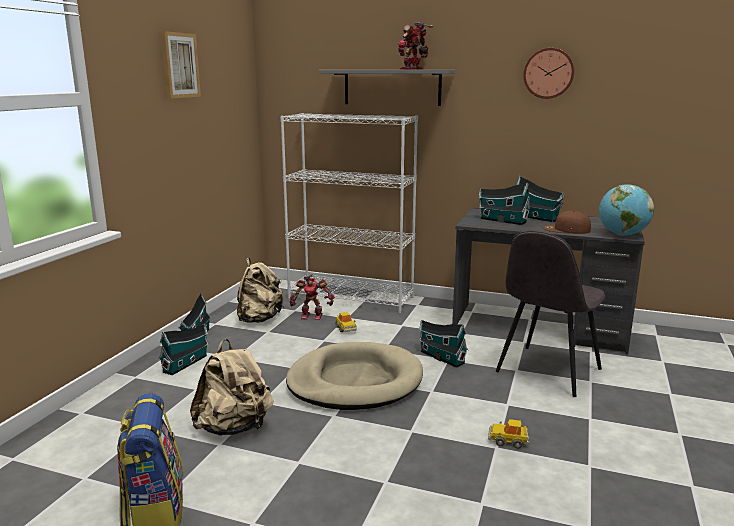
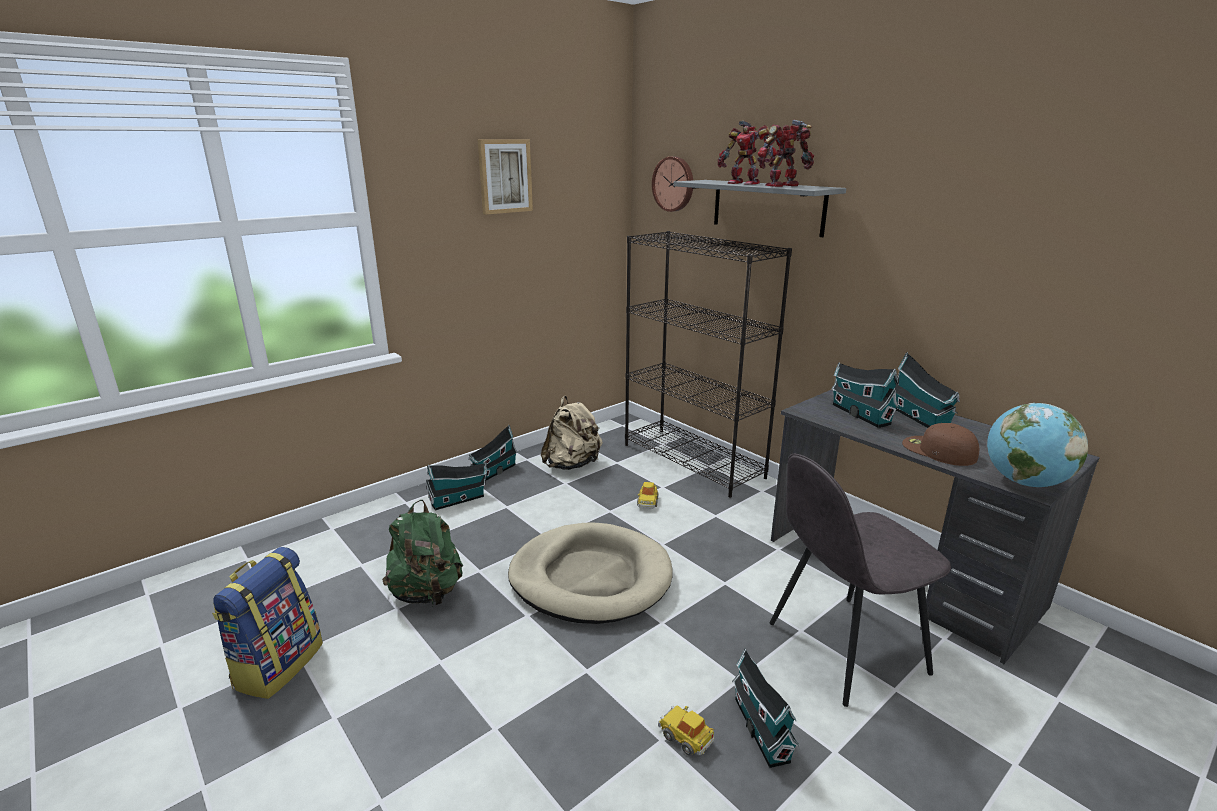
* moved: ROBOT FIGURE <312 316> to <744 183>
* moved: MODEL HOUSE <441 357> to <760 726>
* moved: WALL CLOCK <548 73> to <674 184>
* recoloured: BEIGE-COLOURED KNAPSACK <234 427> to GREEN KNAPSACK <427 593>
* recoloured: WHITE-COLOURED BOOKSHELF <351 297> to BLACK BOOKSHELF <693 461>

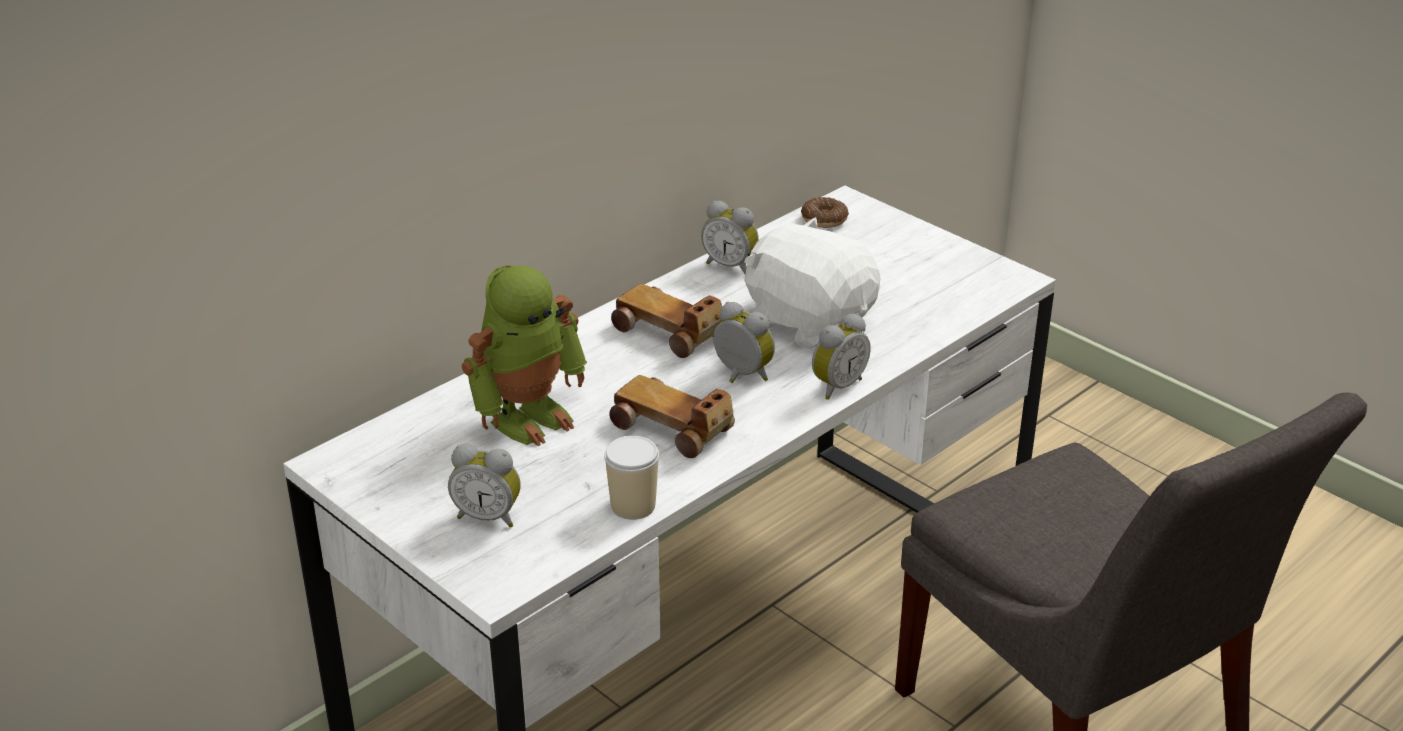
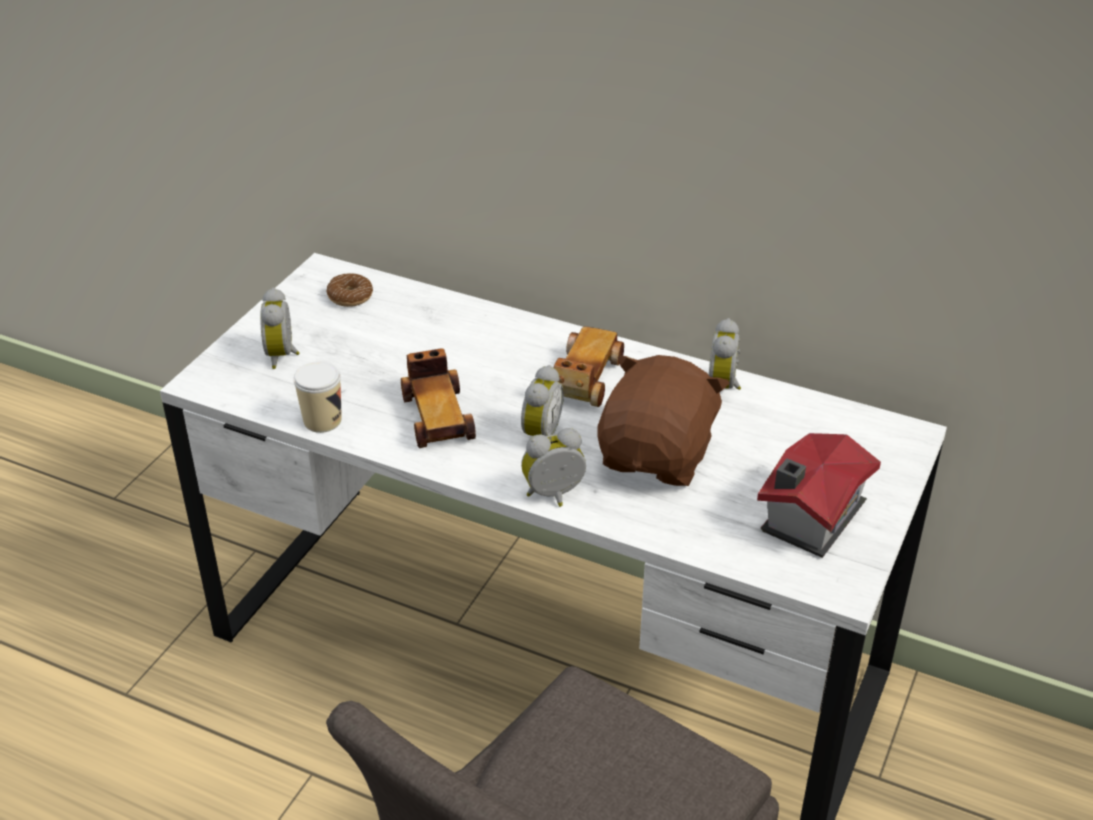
* removed: ROBOT FIGURE <528 416>
* added: MODEL HOUSE <809 517>
* moved: DONUT <824 219> to <350 296>
* recoloured: WHITE-COLOURED CUDDLY TOY <808 320> to BROWN CUDDLY TOY <658 456>
* turned: TOY CAR <673 429> = <437 416> 150 degrees clockwise
* turned: ALARM CLOCK <836 386> = <555 496> 135 degrees clockwise

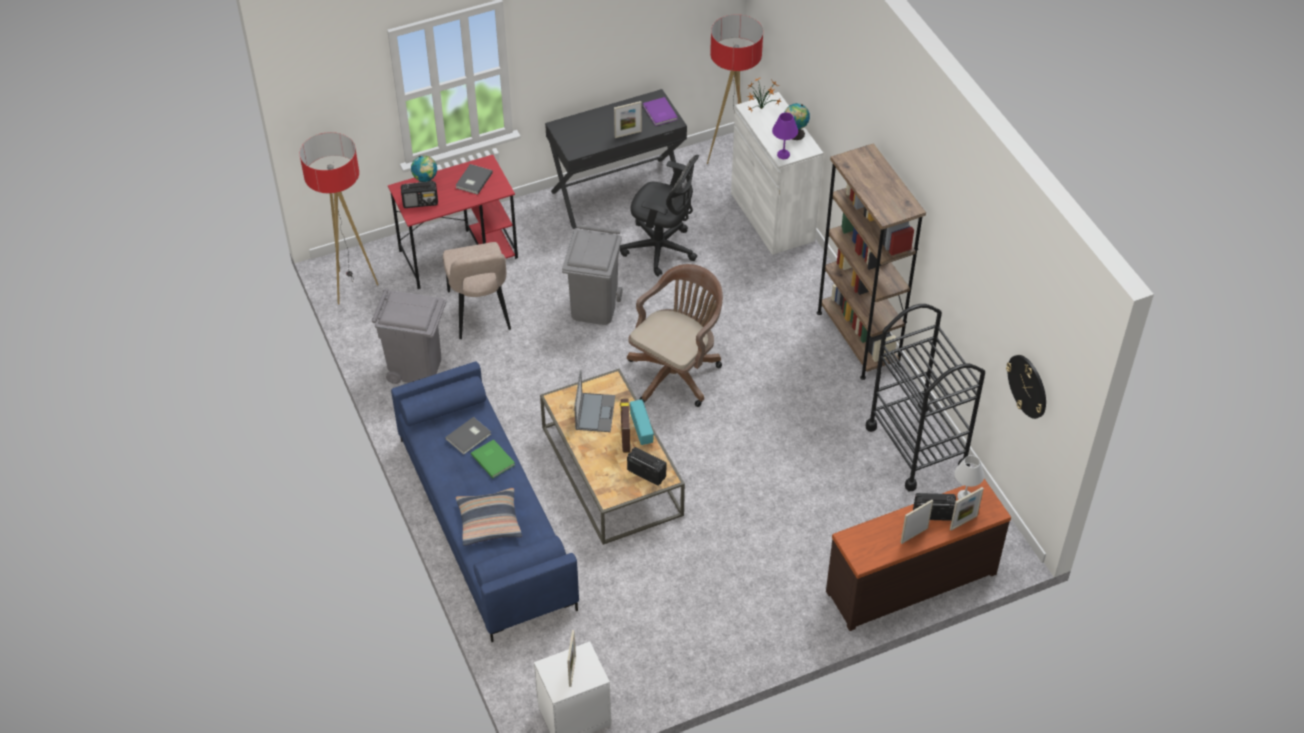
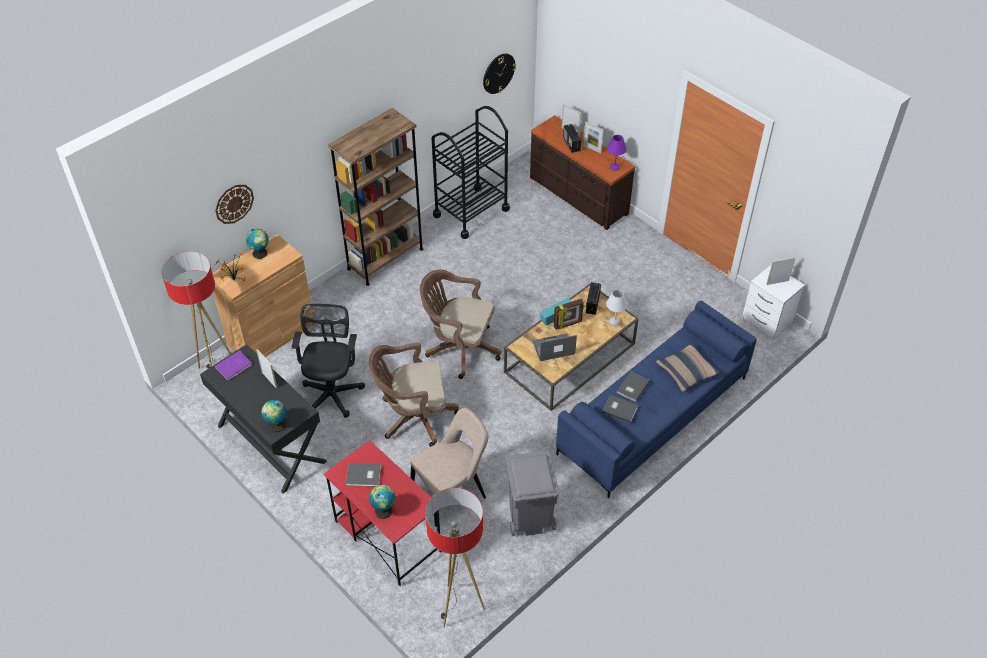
* removed: RADIO RECEIVER <421 202>
* added: WALL CLOCK <234 203>
* added: DESK GLOBE <277 425>
* moved: PURPLE-COLOURED TABLETOP LAMP <784 154> to <614 167>
* moved: WHITE-COLOURED TABLETOP LAMP <964 496> to <614 321>
* replaced: GREYISH WASTE BIN <594 307> to BROWN OFFICE CHAIR <413 417>
* recoloured: GREEN BOOK <493 459> to GREYISH BOOK <631 387>
* recoloured: WHITE-COLOURED CABINET <772 217> to BROWN CABINET <271 334>

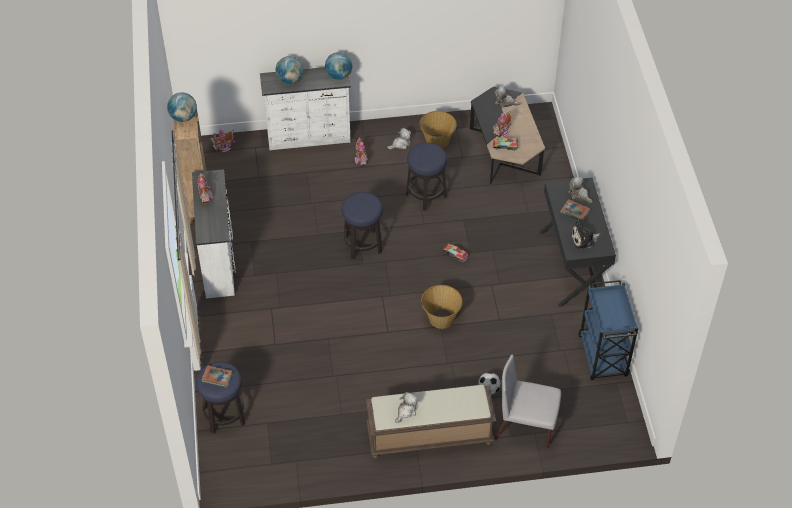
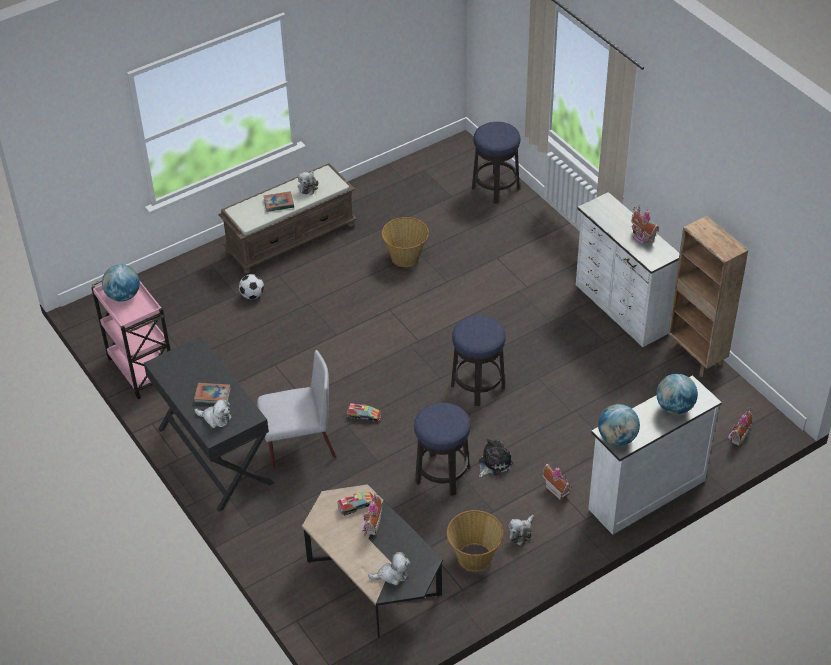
* moved: DESK GLOBE <183 117> to <123 296>
* moved: BOOK <217 377> to <279 203>
* moved: STORAGE BASKET <441 318> to <405 257>
* moved: GREYISH CHAIR <526 426> to <298 446>
* moved: CUDDLY TOY <584 239> to <493 463>
* recoloured: BLUE TROLLEY <603 357> to PINKISH TROLLEY <141 368>

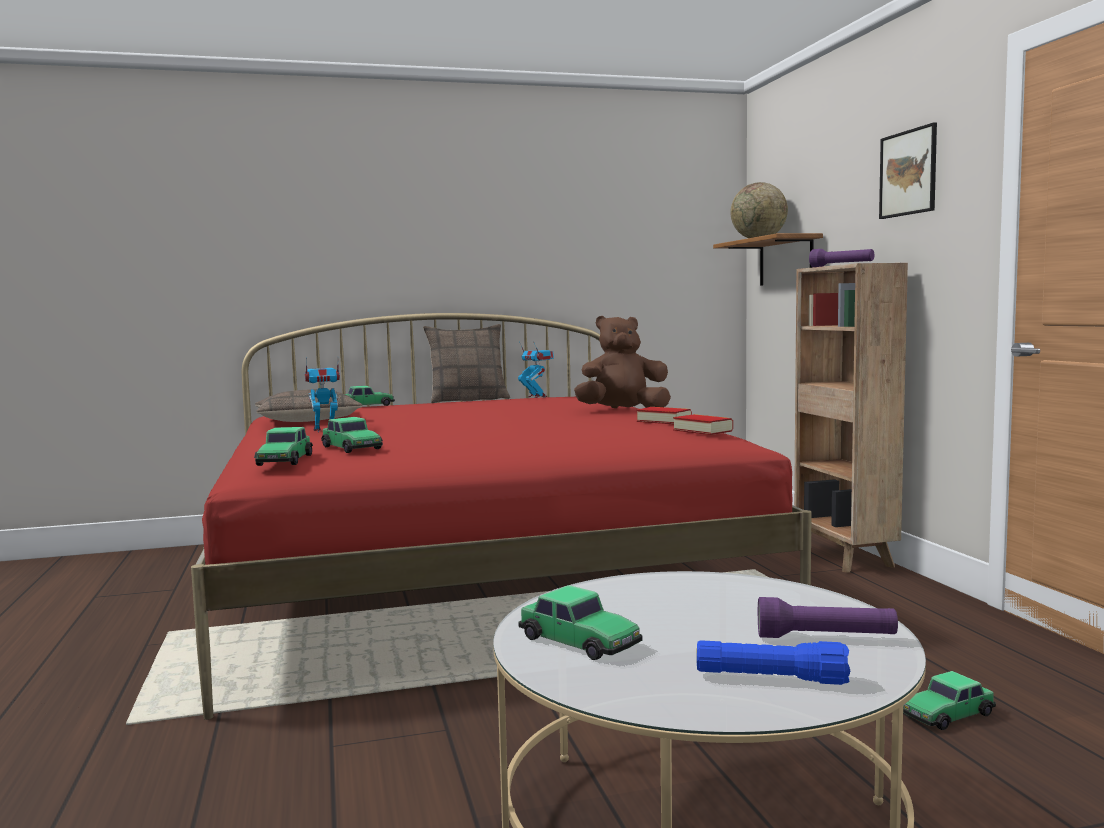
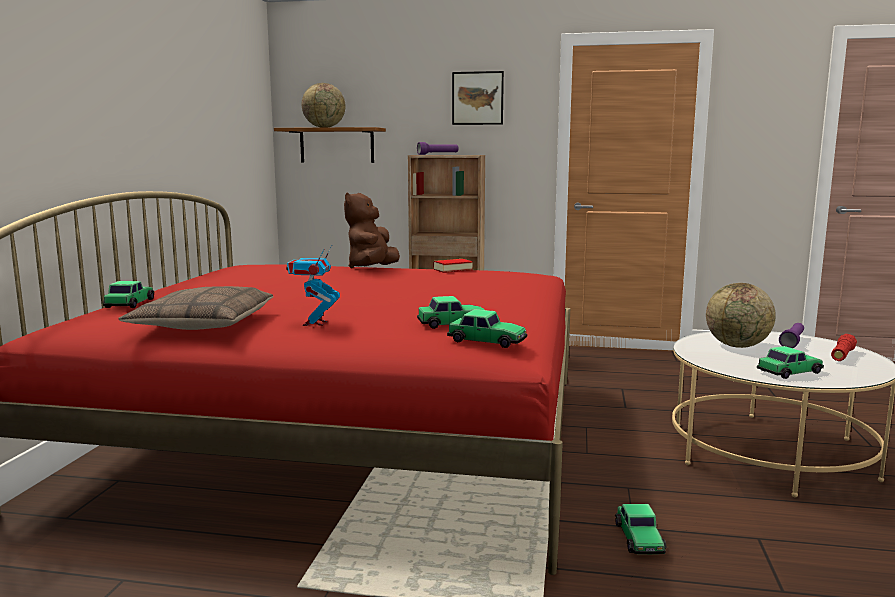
* removed: THROW PILLOW <468 400>
* removed: ROBOT FIGURE <537 397>
* removed: BOOK <702 430>
* added: DESK GLOBE <737 346>
* moved: TOY CAR <947 714> to <639 538>
* recoloured: BLUE FLASHLIGHT <771 679> to RED-COLOURED FLASHLIGHT <842 356>

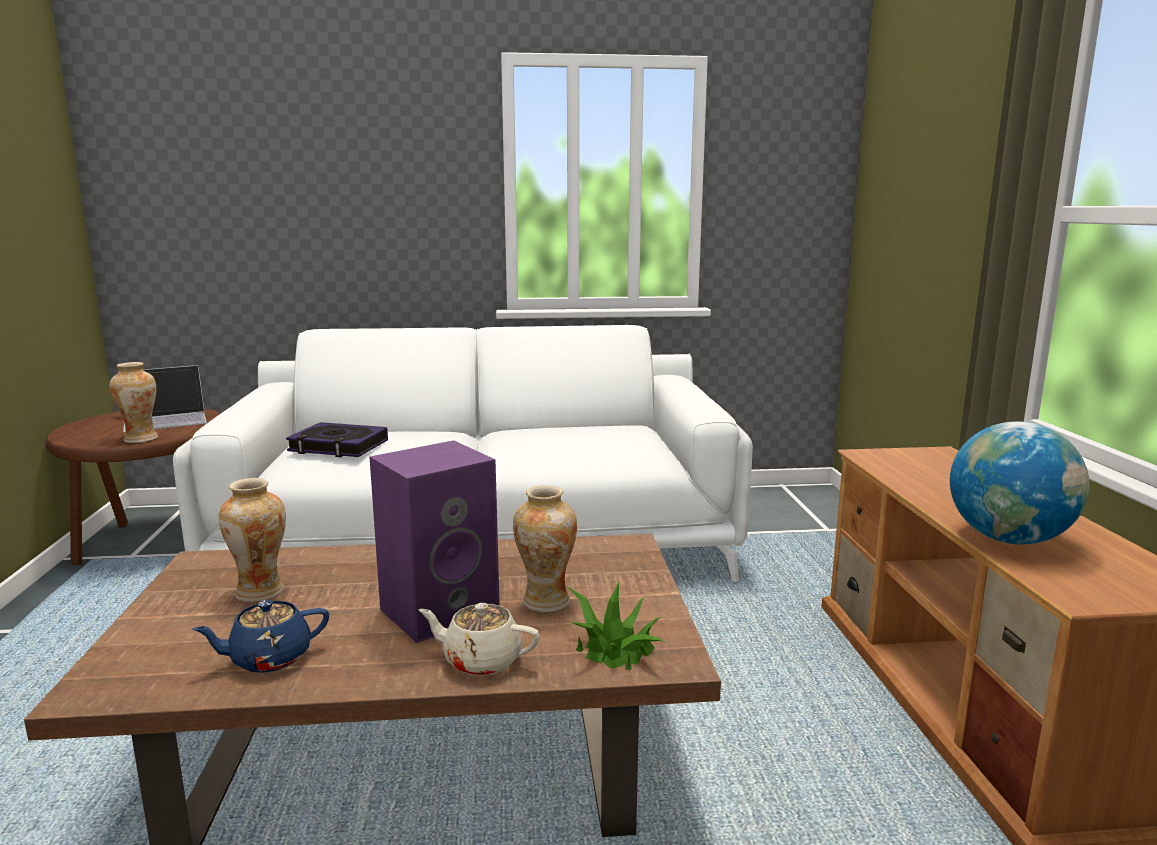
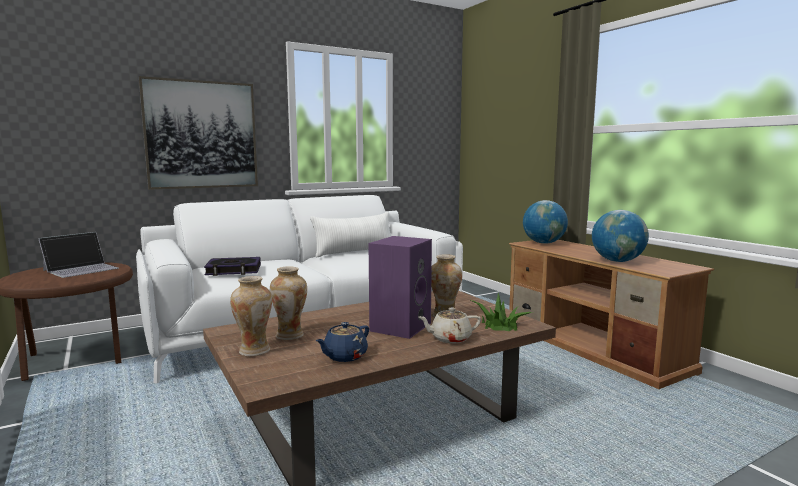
* added: WALL ART <201 135>
* added: WHITE-COLOURED THROW PILLOW <354 252>
* added: DESK GLOBE <544 243>
* moved: FLOWER VASE <140 439> to <254 351>

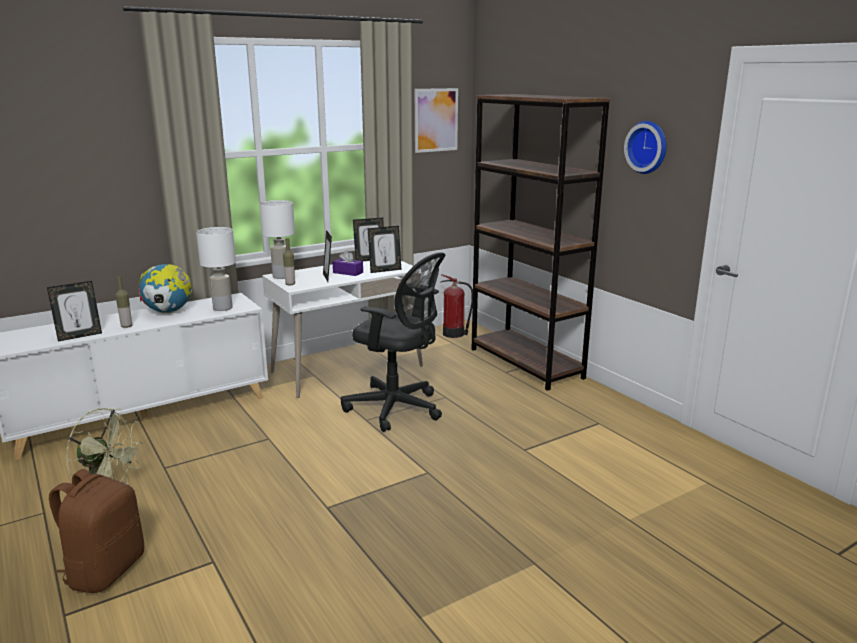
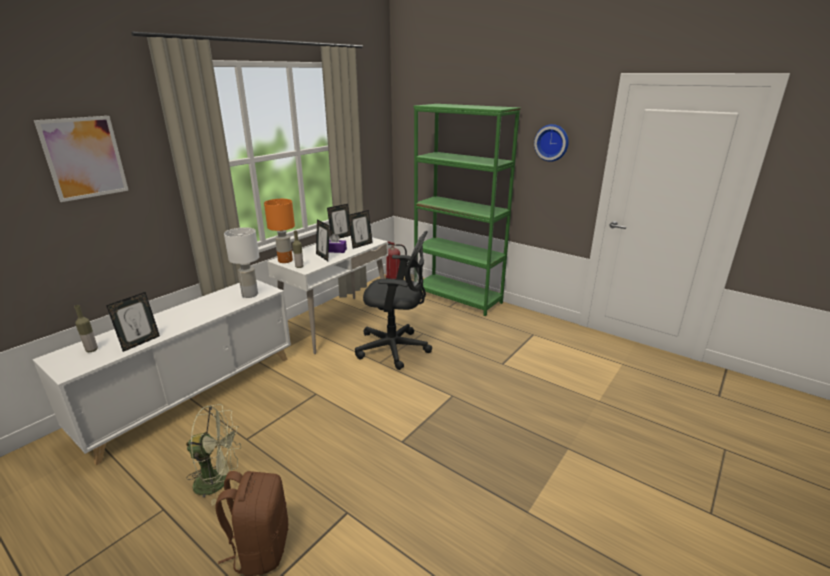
* removed: DESK GLOBE <168 312>
* moved: BEVERAGE BOTTLE <126 326> to <92 350>
* moved: WALL ART <436 120> to <84 158>
* recoloured: WHITE-COLOURED TABLETOP LAMP <281 277> to ORANGE TABLETOP LAMP <285 261>
* recoloured: BROWN BOOKSHELF <526 363> to GREEN BOOKSHELF <457 297>

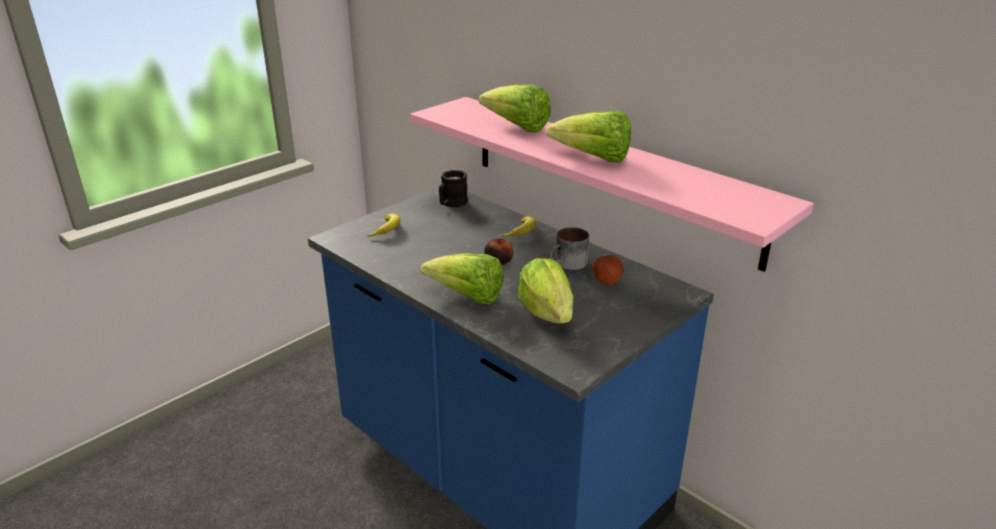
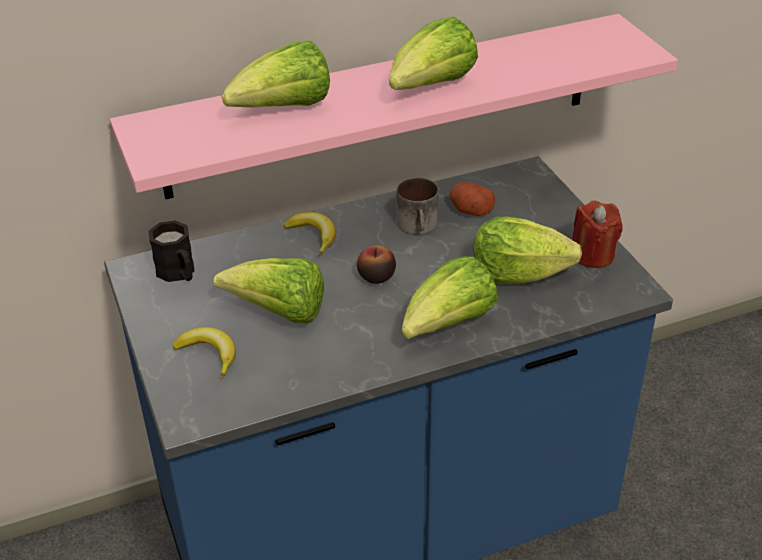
* added: HEAD OF LETTUCE <279 313>
* added: RED-COLOURED CANDLE <592 255>

